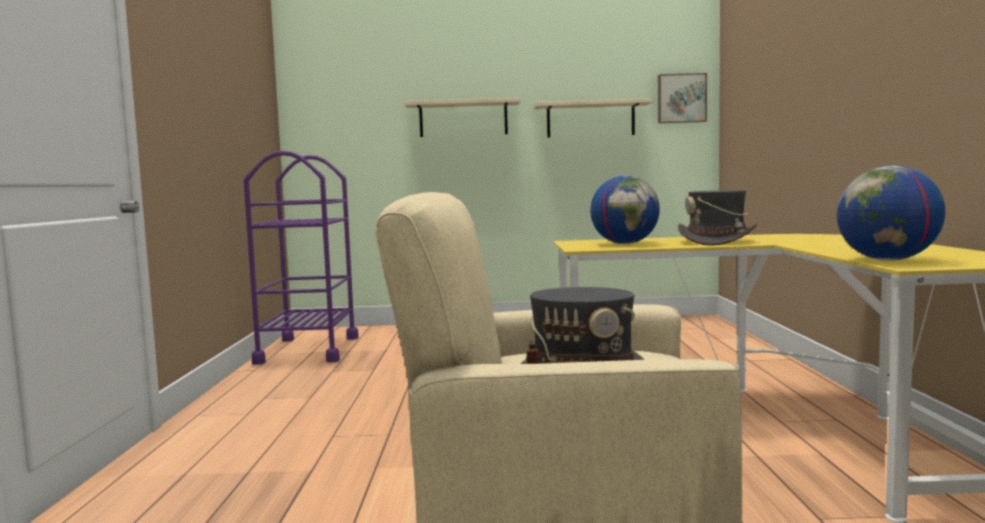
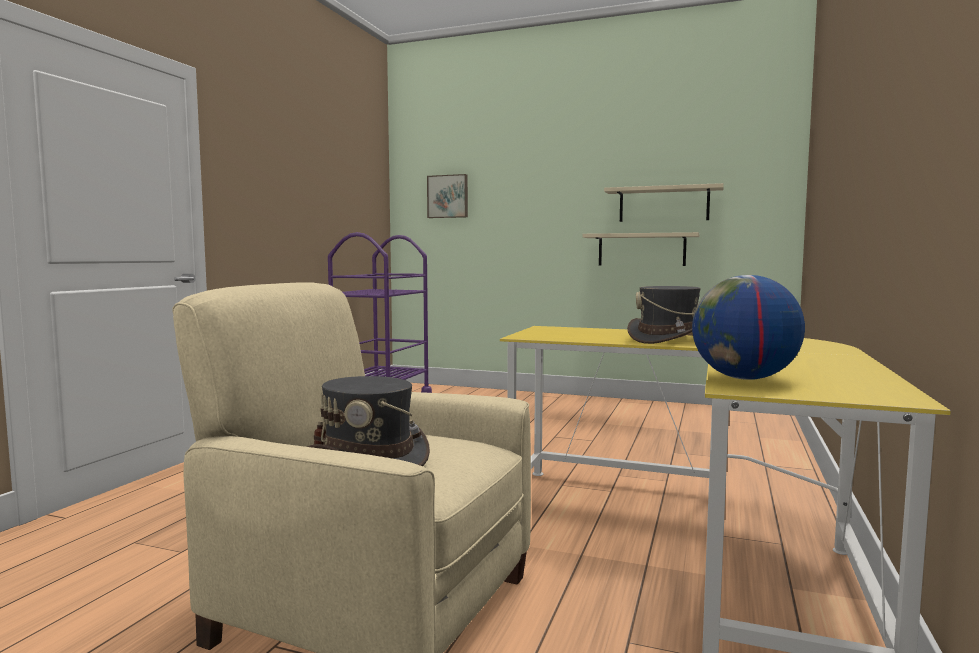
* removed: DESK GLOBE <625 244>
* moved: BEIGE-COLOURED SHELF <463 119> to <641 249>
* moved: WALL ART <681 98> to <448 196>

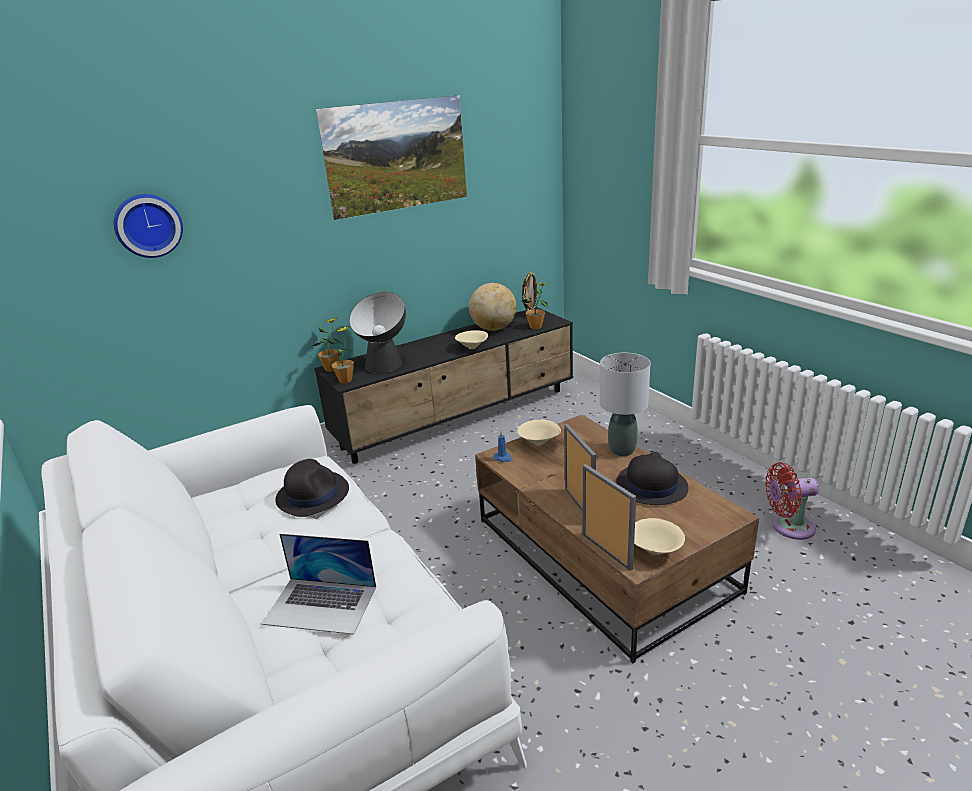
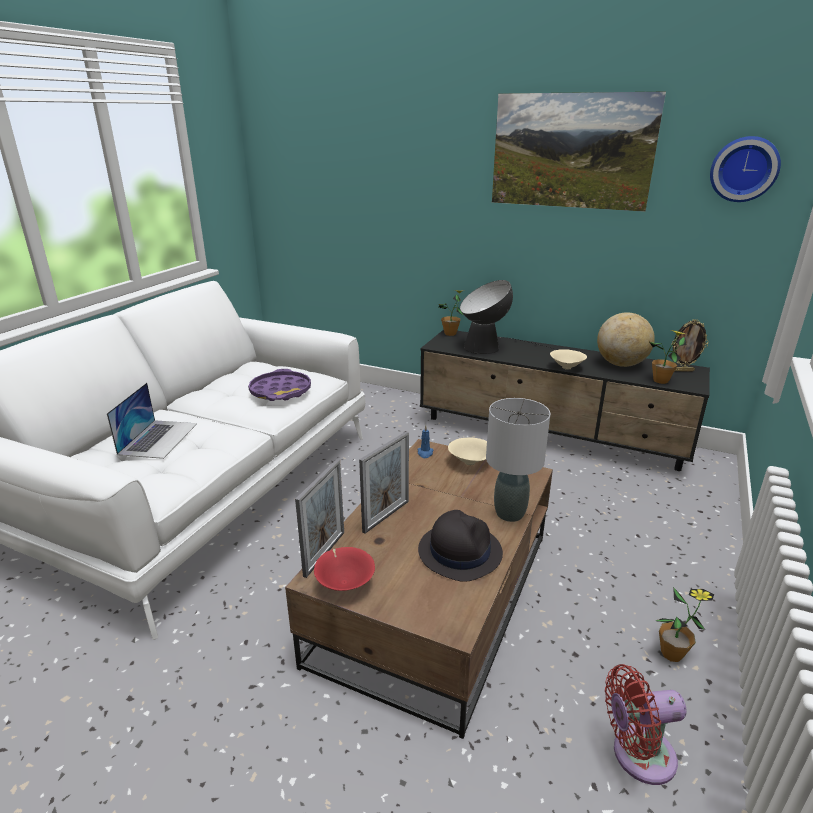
* moved: WALL CLOCK <148 225> to <744 169>
* moved: PLANT IN A POT <345 380> to <672 654>
* replaced: BLACK CLOTHING HAT <313 494> to PURPLE-COLOURED TRAY <280 391>
* recoloured: BEIGE-COLOURED DEEP DISH <653 551> to RED-COLOURED DEEP DISH <345 583>
* turned: NOTEBOOK COMPUTER <321 605> = <158 438> 150 degrees counterclockwise
* turned: RED-COLOURED FAN <788 527> = <637 755> 60 degrees counterclockwise

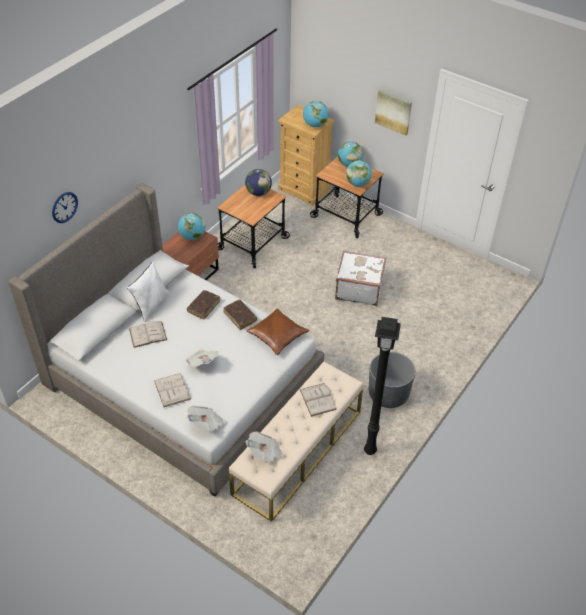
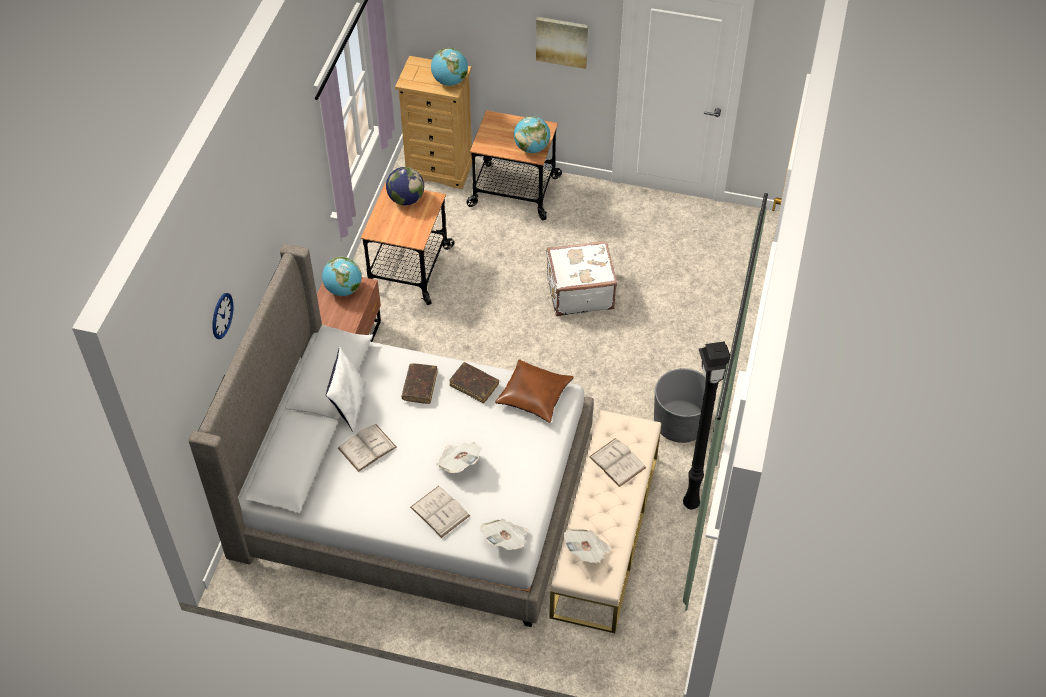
* removed: DESK GLOBE <349 164>

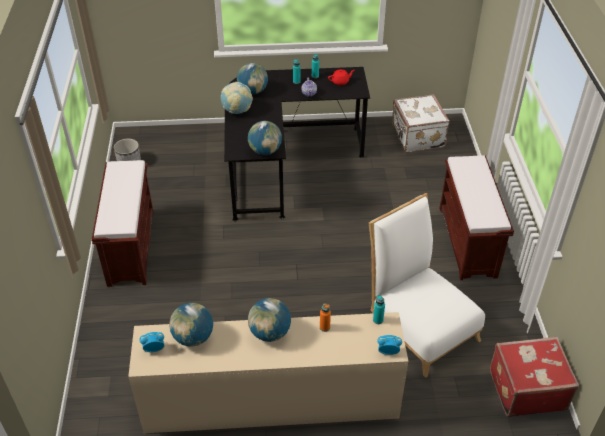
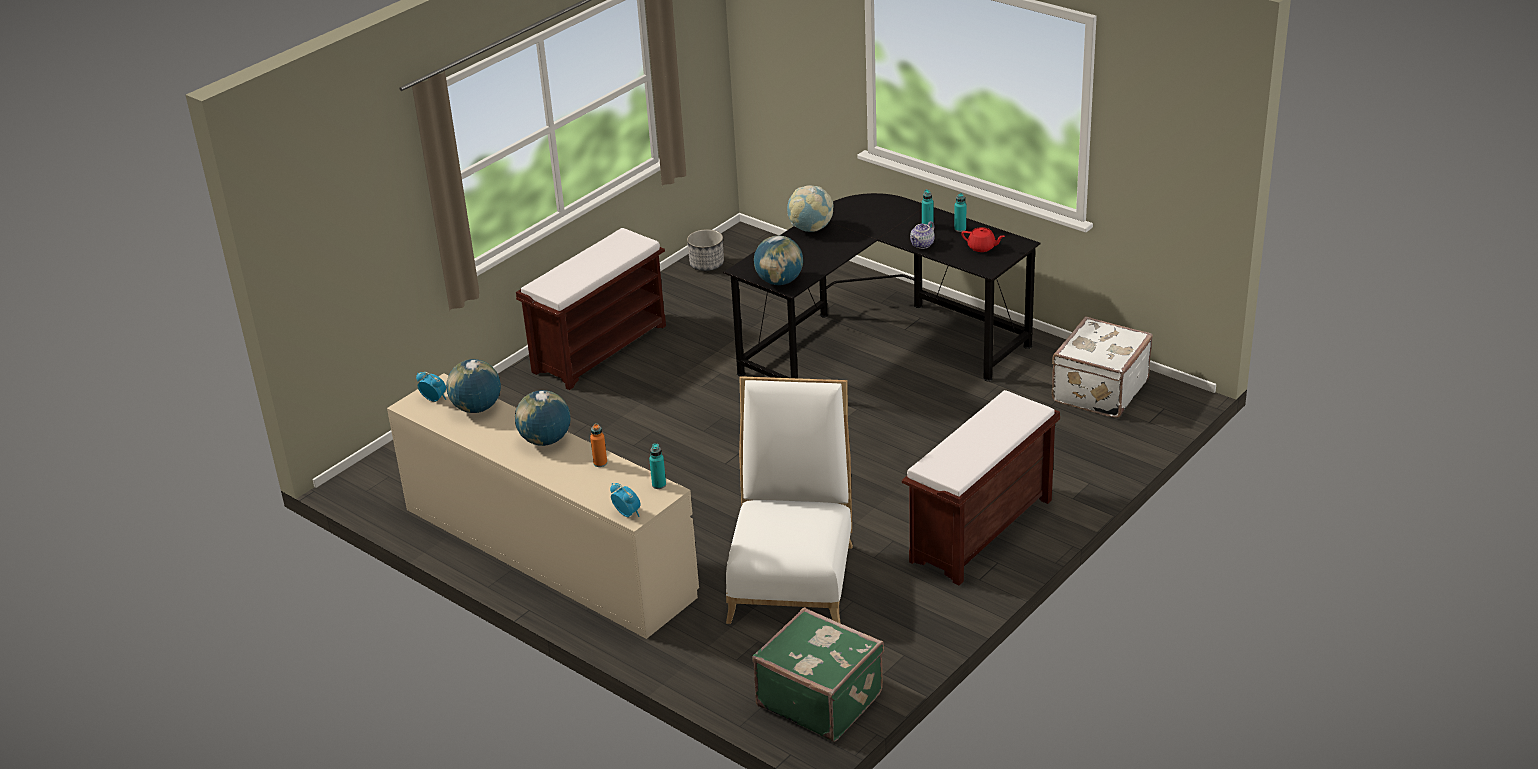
* removed: DESK GLOBE <253 91>
* recoloured: RED-COLOURED SUITCASE <526 388> to GREEN SUITCASE <820 698>

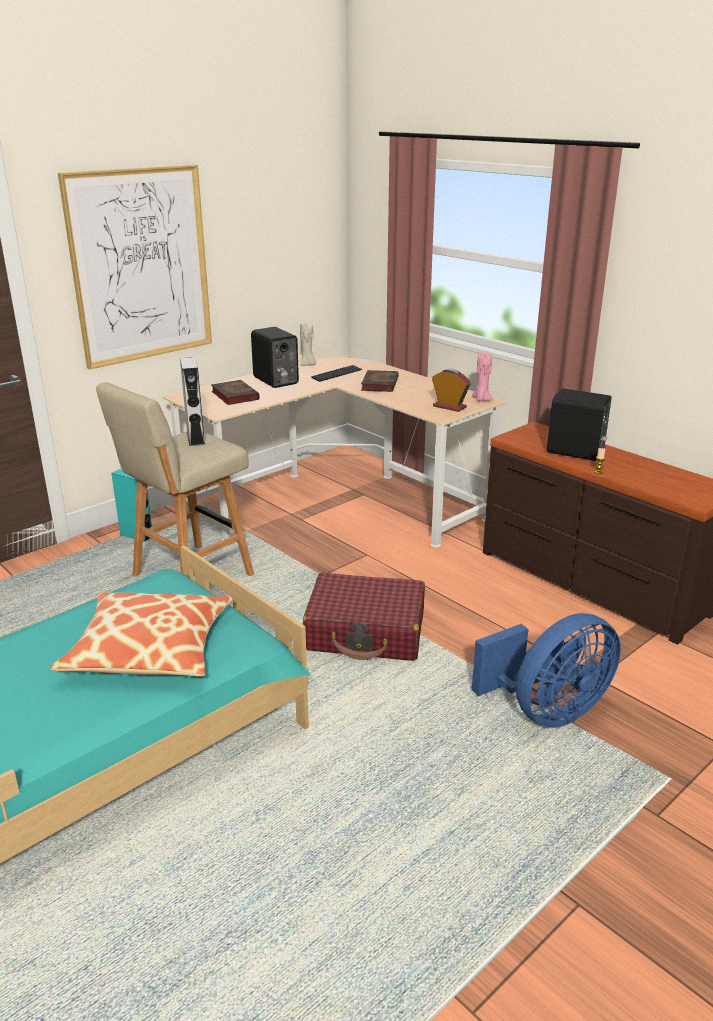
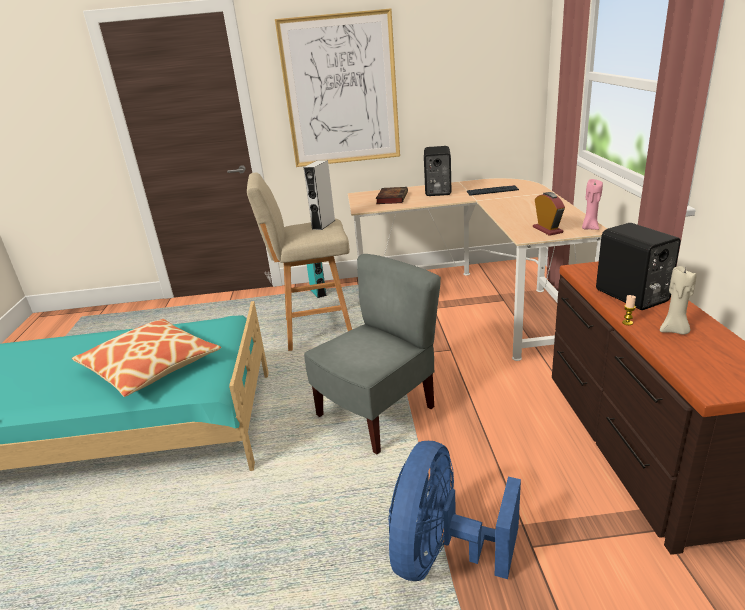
* removed: BOOK <379 384>
* moved: BEIGE-COLOURED CANDLE <308 365> to <674 331>
* replaced: RED-COLOURED SUITCASE <366 632> to GREYISH CHAIR <377 412>
* turned: BLUE FAN <547 711> = <443 554> 105 degrees clockwise

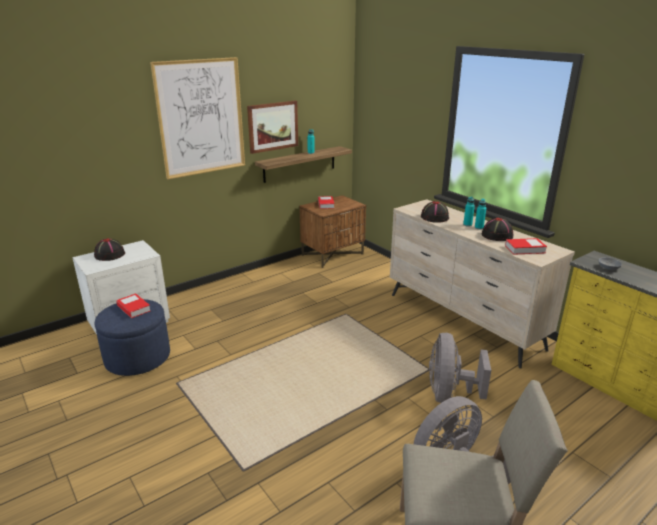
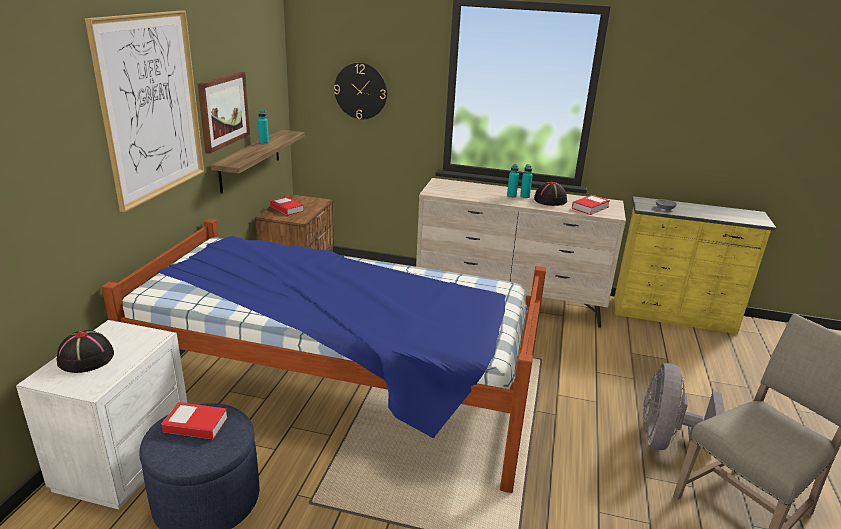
* removed: BLACK CLOTHING HAT <434 217>
* removed: GREYISH FAN <449 394>
* added: SLEEPING BED <339 393>
* added: WALL CLOCK <361 91>

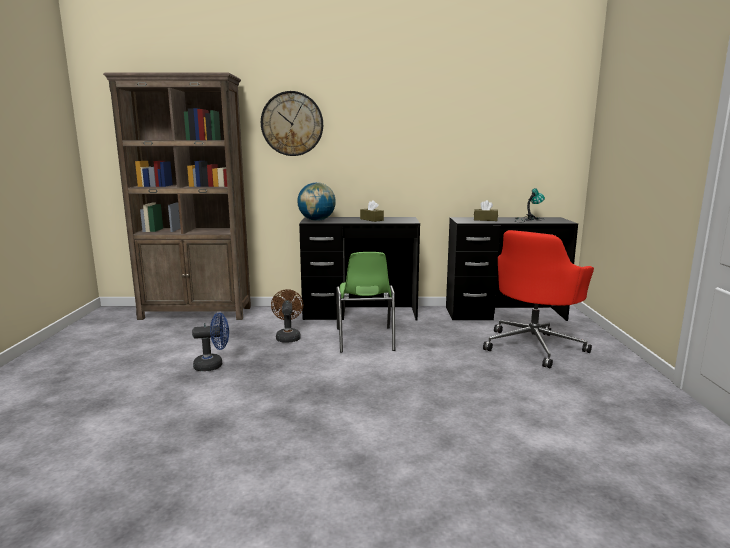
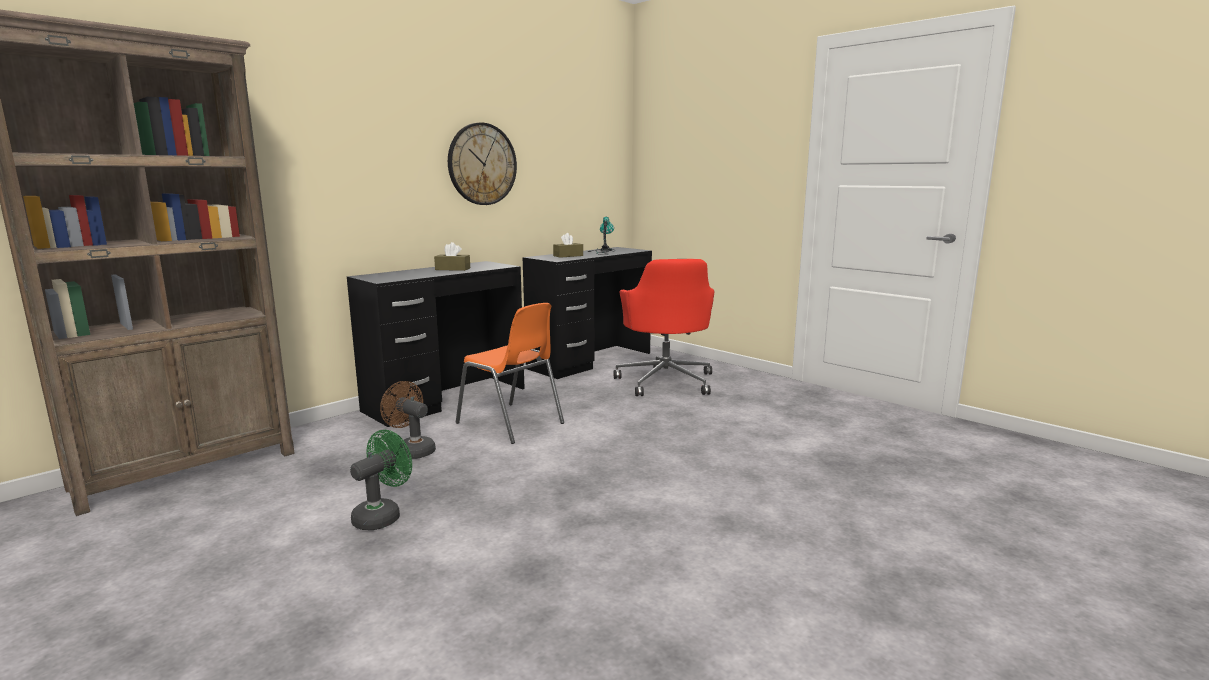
* removed: DESK GLOBE <317 220>
* moved: WALL CLOCK <292 124> to <482 164>
* recoloured: BLUE FAN <213 365> to GREEN FAN <382 515>
* recoloured: GREEN CHAIR <365 340> to ORANGE CHAIR <511 423>

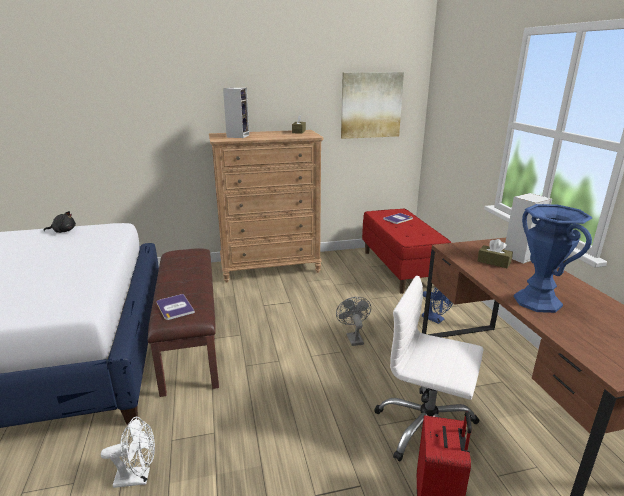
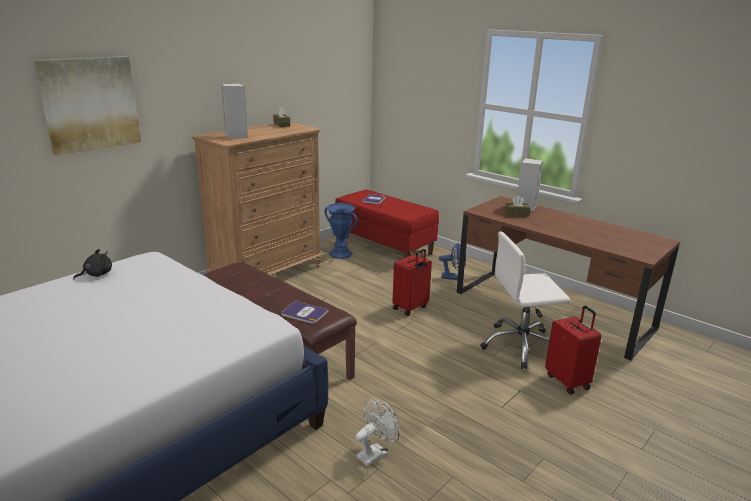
* moved: WALL ART <371 105> to <90 104>
* moved: BLUE FLOWER VASE <537 301> to <340 254>
* replaced: GREYISH FAN <353 337> to RED-COLOURED SUITCASE <410 308>

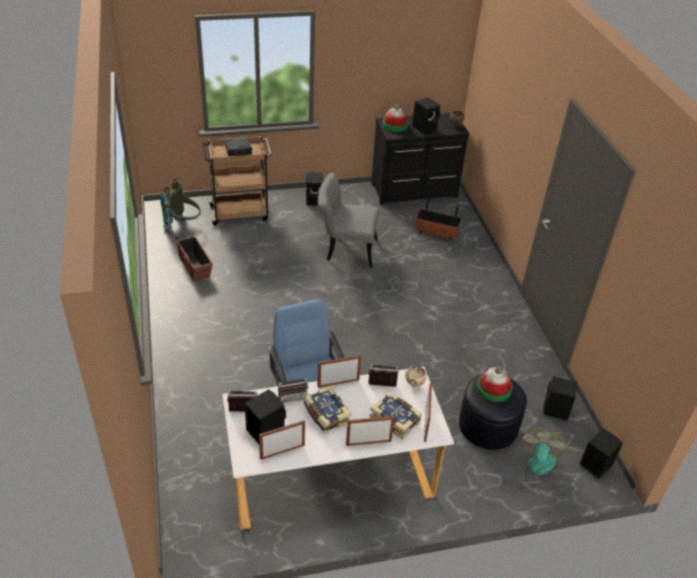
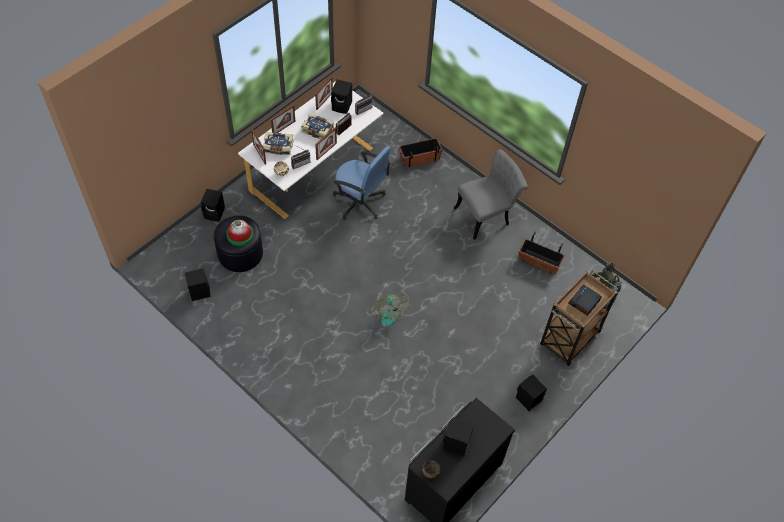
* removed: CLOTHING HAT <395 125>
* moved: GREYISH CHAIR <345 249> to <487 214>
* moved: PLANT POT <437 231> to <419 158>
* moved: FAN <540 470> to <387 312>
* moved: BLACK AUDIO SPEAKER <595 464> to <215 213>

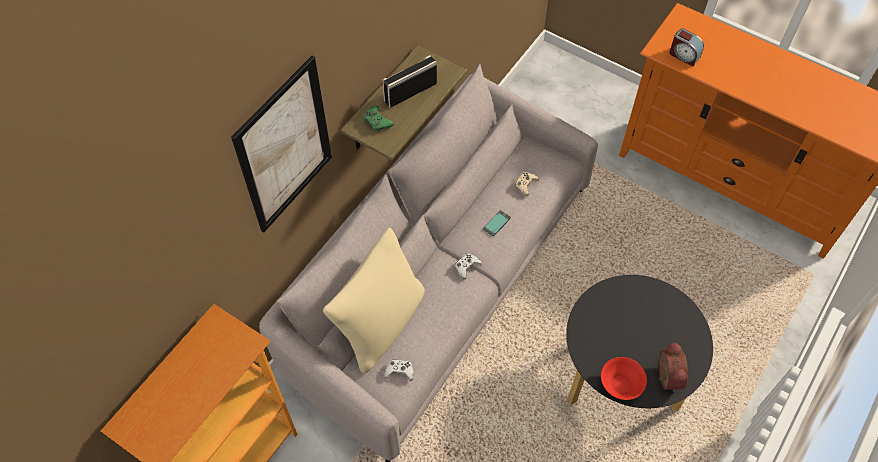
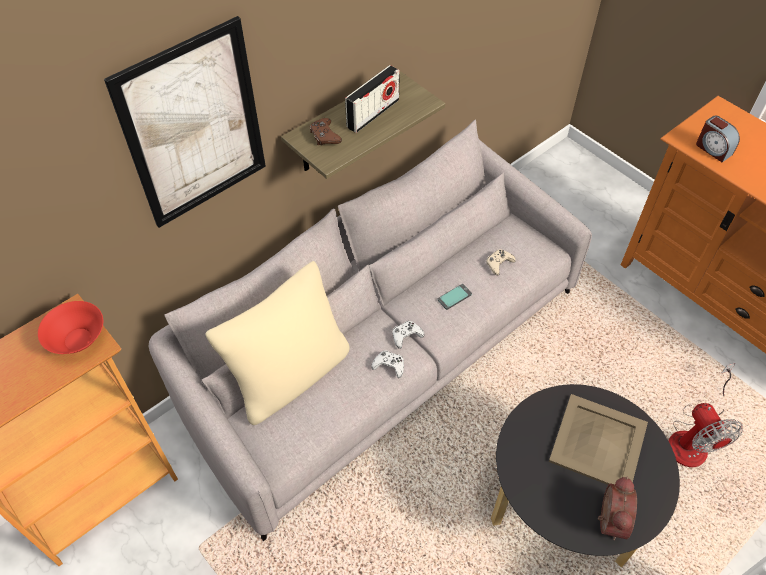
* added: BEIGE-COLOURED TRAY <599 442>
* added: FAN <692 438>
* moved: WHITE-COLOURED GAME CONTROLLER <399 371> to <389 366>
* moved: RED-COLOURED DEEP DISH <620 385> to <78 340>
* recoloured: GREEN GAME CONTROLLER <377 122> to BROWN GAME CONTROLLER <324 136>
* turned: RADIO RECEIVER <410 92> = <373 113> 150 degrees clockwise

